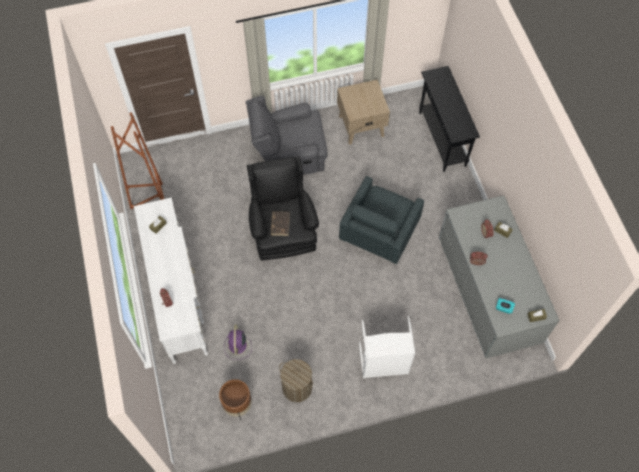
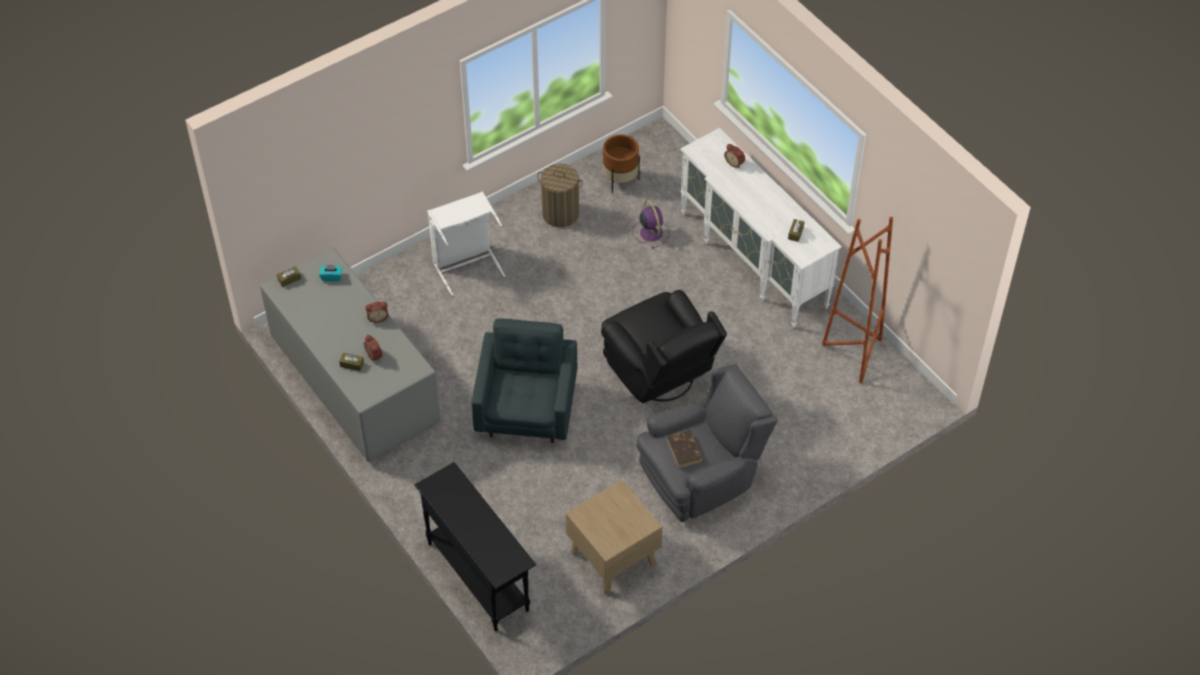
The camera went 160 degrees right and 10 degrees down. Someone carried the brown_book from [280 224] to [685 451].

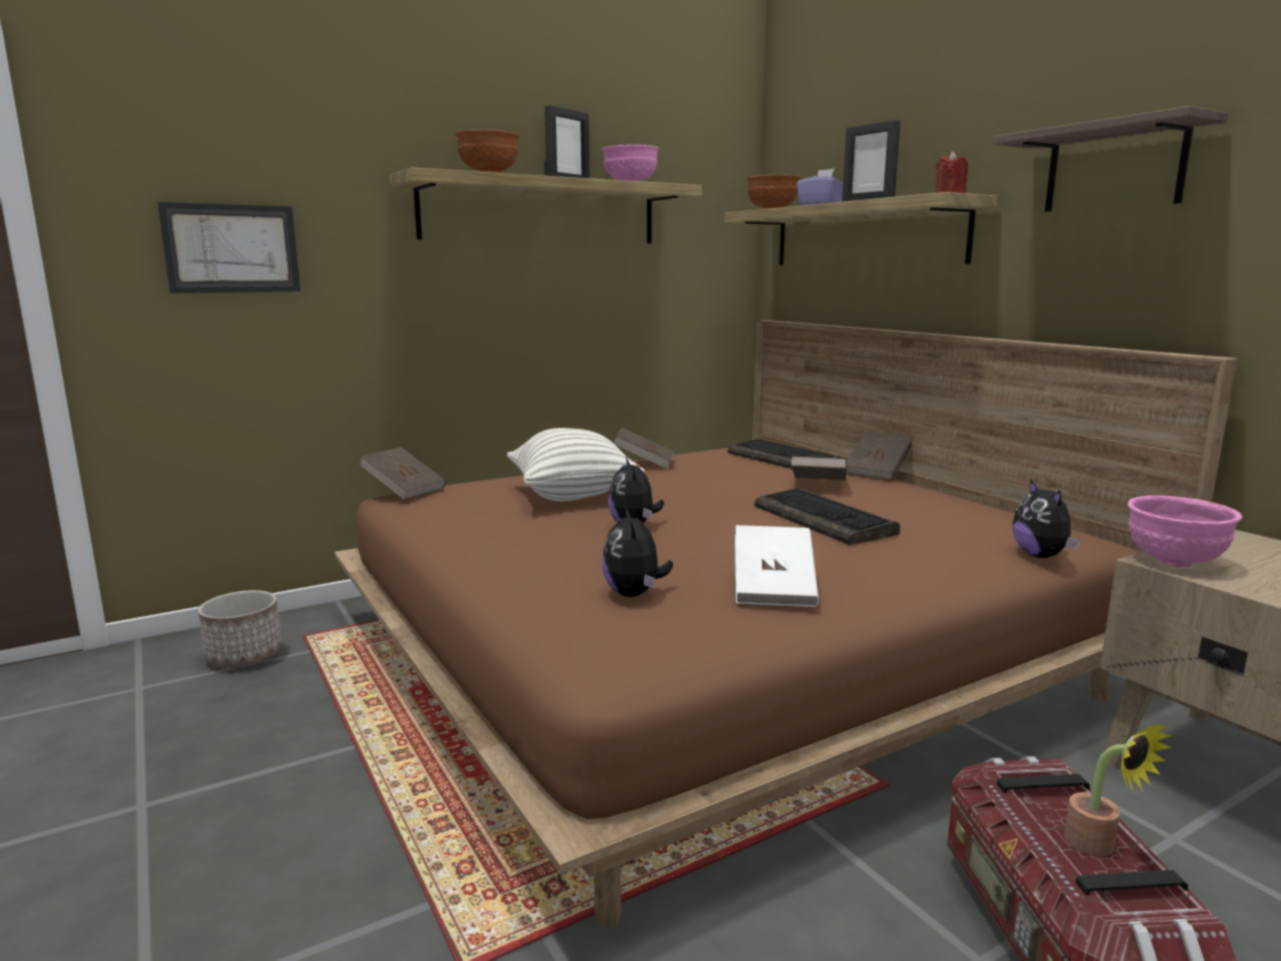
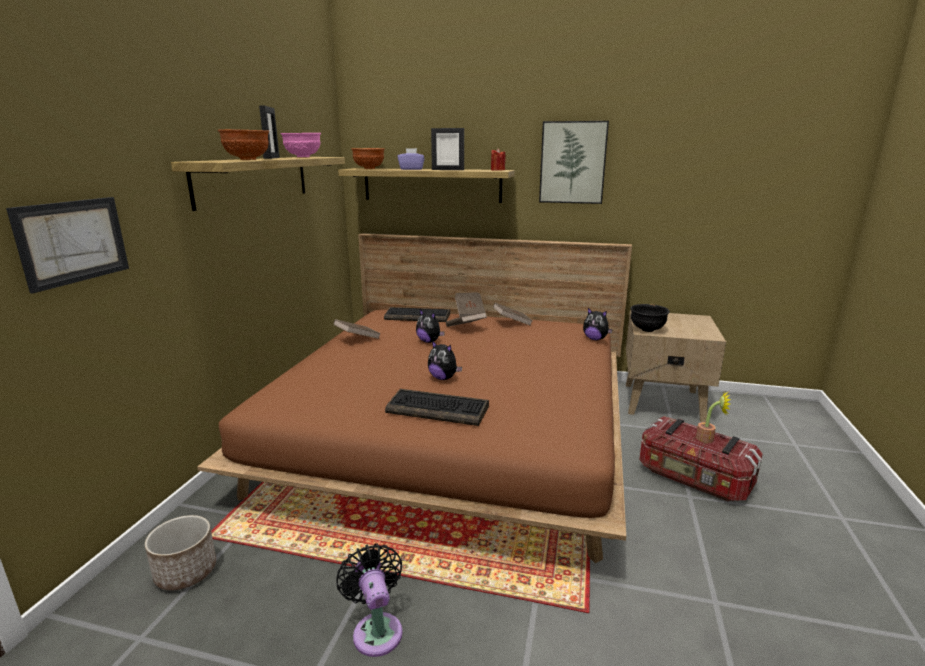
The camera went 45 degrees left and 5 degrees up. Someone carried the brown_book from [404 490] to [512 323]. Someone took away the pillow at [573 495]. Someone carried the plush_toy from [634 594] to [429 341]. Someone took away the white_book at [773 589]. Someone carried the keyboard from [825 520] to [439 409]. Someone swapped the shelf at [1114 168] for the picture at [572 162]. Someone repainted the pink_bowl at [1172 562], which became the black_bowl at [646 330]. Someone put down the black_fan at [376 629].

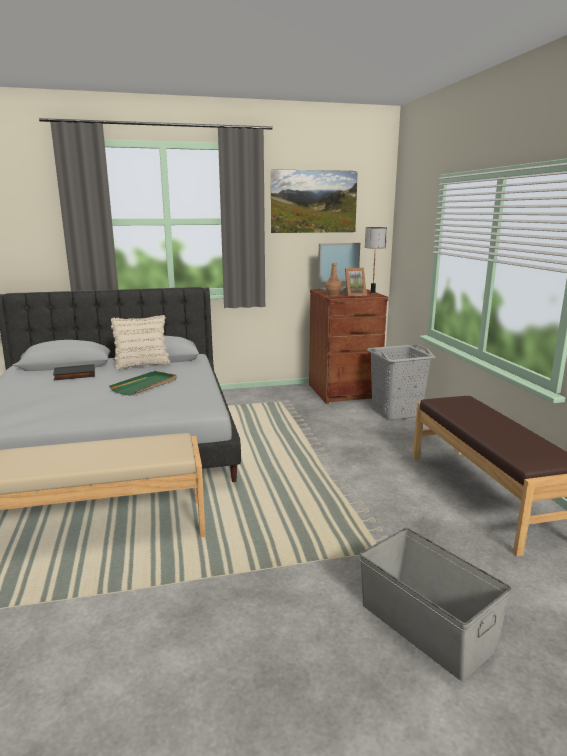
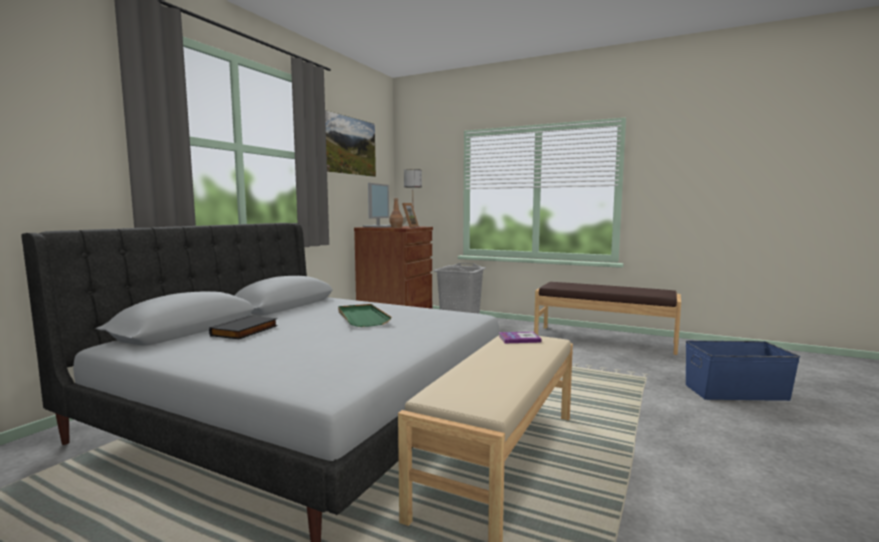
The camera went 50 degrees left and 10 degrees down. Someone took away the beige_pillow at [142 365]. Someone repainted the grey_storage_box at [426 625], which became the blue_storage_box at [735 392]. Someone put down the book at [519 339].

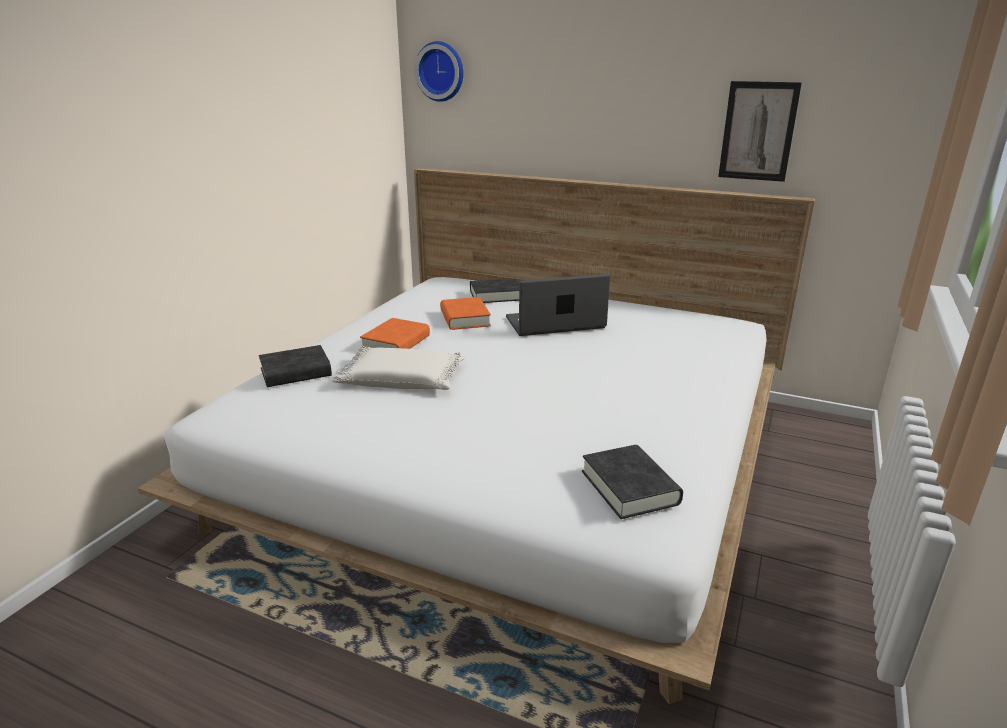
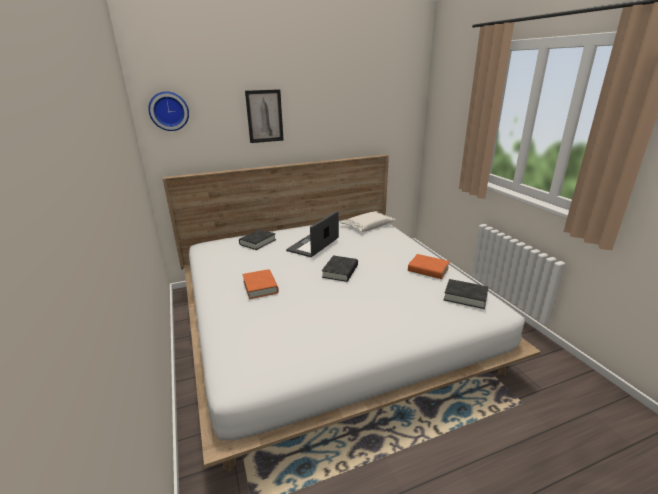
The camera went 45 degrees left and 0 degrees up. Someone carried the black_book from [296 372] to [340 271]. Someone carried the white_pillow from [401 377] to [368 225]. Someone carried the orange_book from [465 318] to [428 269]. Someone carried the picture from [758 131] to [264 116].

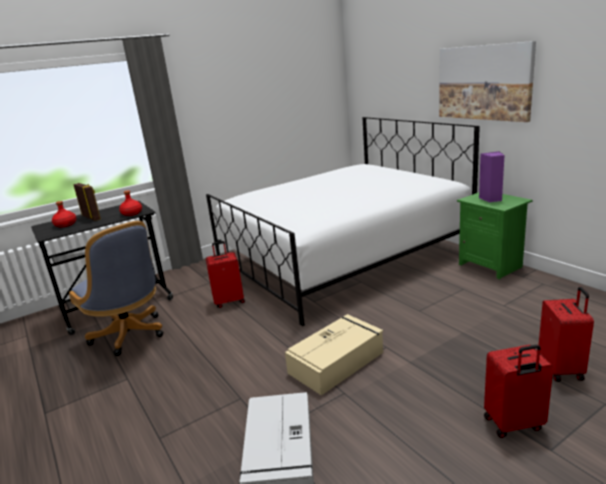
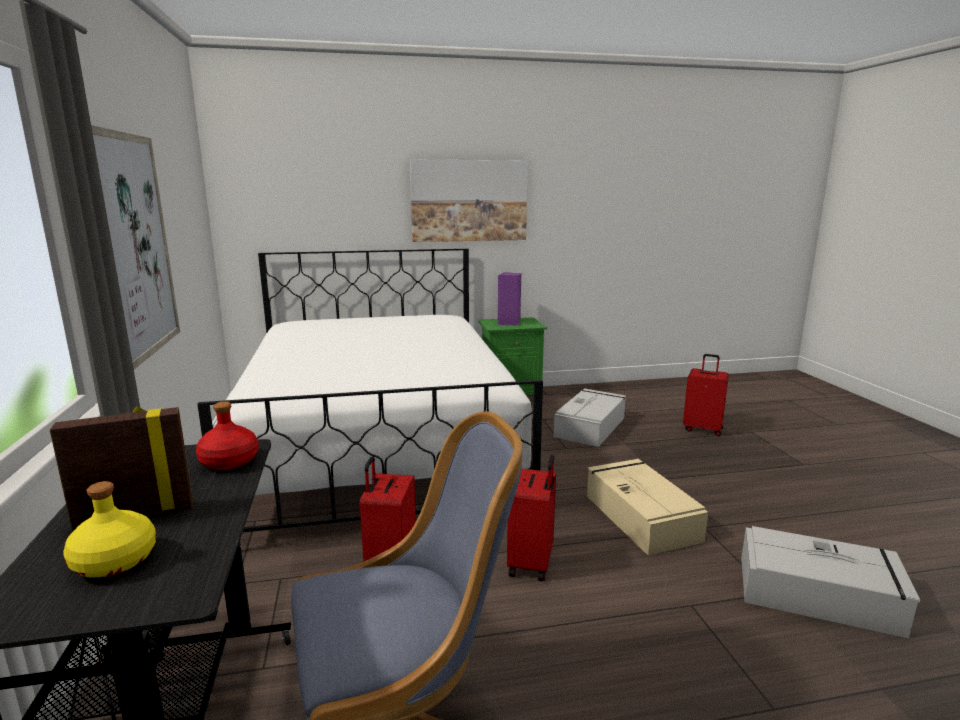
The camera went 70 degrees left and 5 degrees down. Someone repainted the red_bottle at [65 224], which became the yellow_bottle at [113 561]. Someone carried the red_suitcase from [514 424] to [532 563]. Someone put up the picture at [134 246]. Someone put down the grey_storage_box at [590 426].

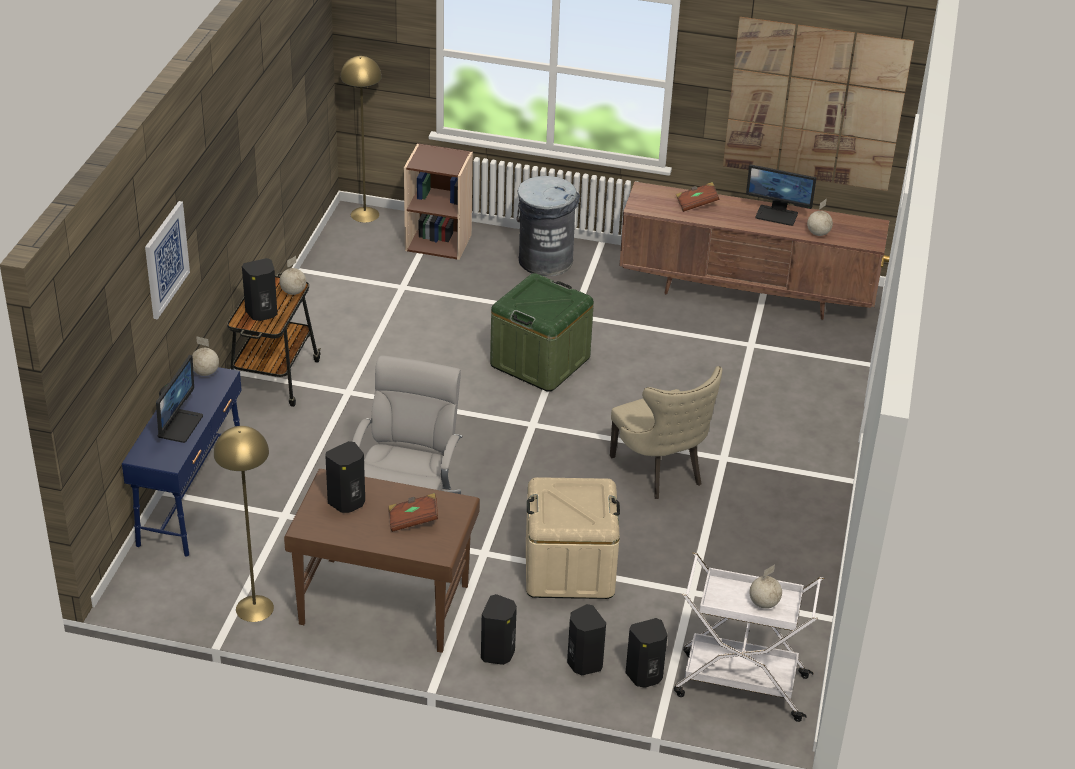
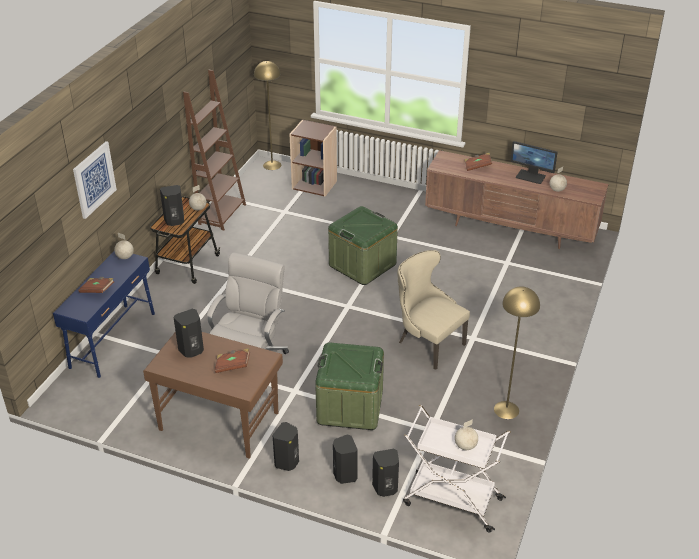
The camera went 10 degrees right and 0 degrees up. Someone swapped the monitor at [179 425] for the brown_book at [97 290]. Someone carried the yellow_floor_lamp from [254 608] to [506 410]. Someone took away the grey_trash_can at [545 260]. Someone repainted the beige_storage_box at [569 569], which became the green_storage_box at [350 407]. Someone rotated the beige_chair at [661 471] by 150 degrees clockwise. Someone took away the picture at [815 104]. Someone put down the brown_bookcase at [222 214].

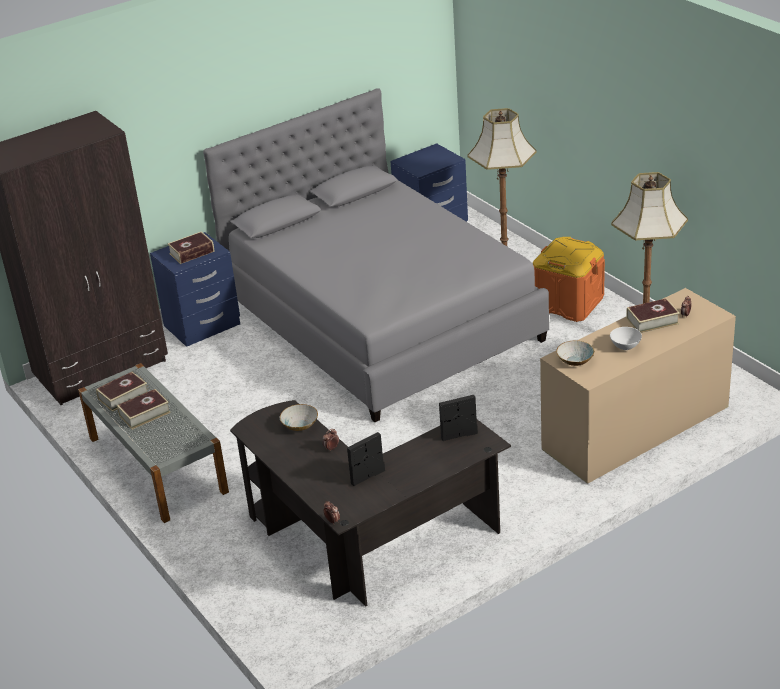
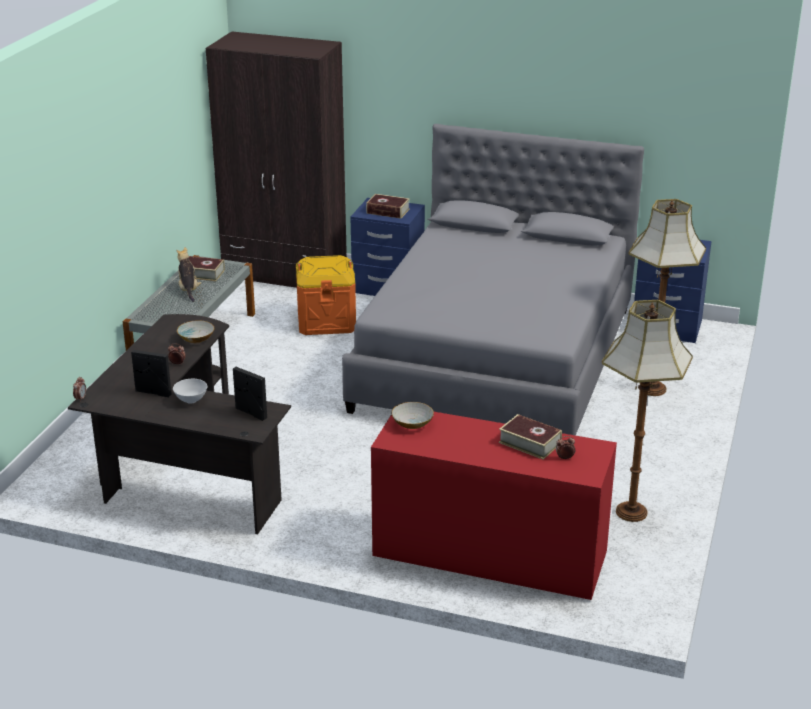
The camera went 50 degrees right and 5 degrees down. Someone swapped the book at [144 414] for the plush_toy at [188 290]. Someone carried the orange_storage_box from [568 303] to [326 321]. Someone repainted the beige_dresser at [634 430], which became the red_dresser at [488 554]. Someone carried the white_bowl from [625 347] to [191 400].

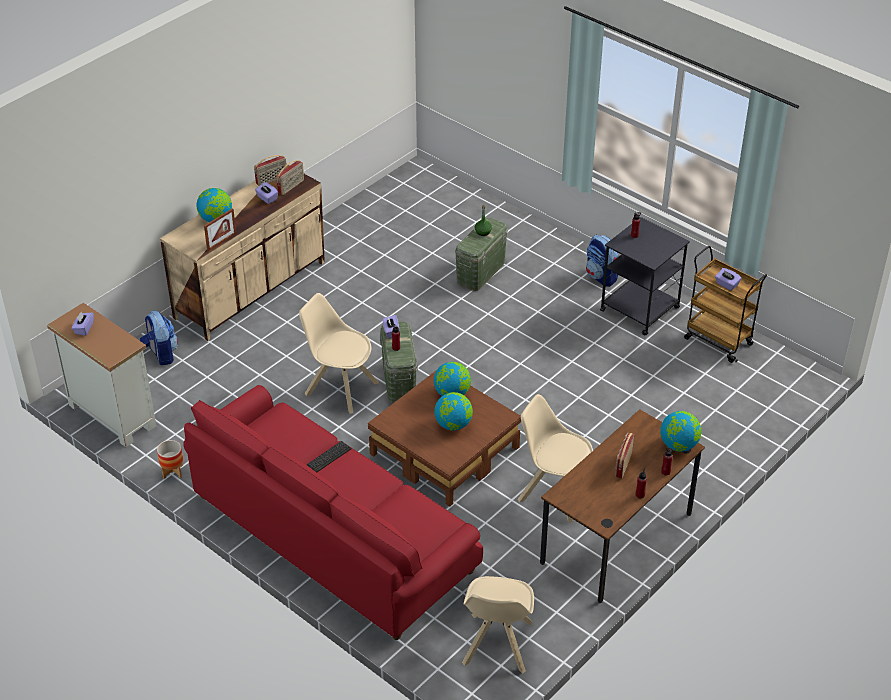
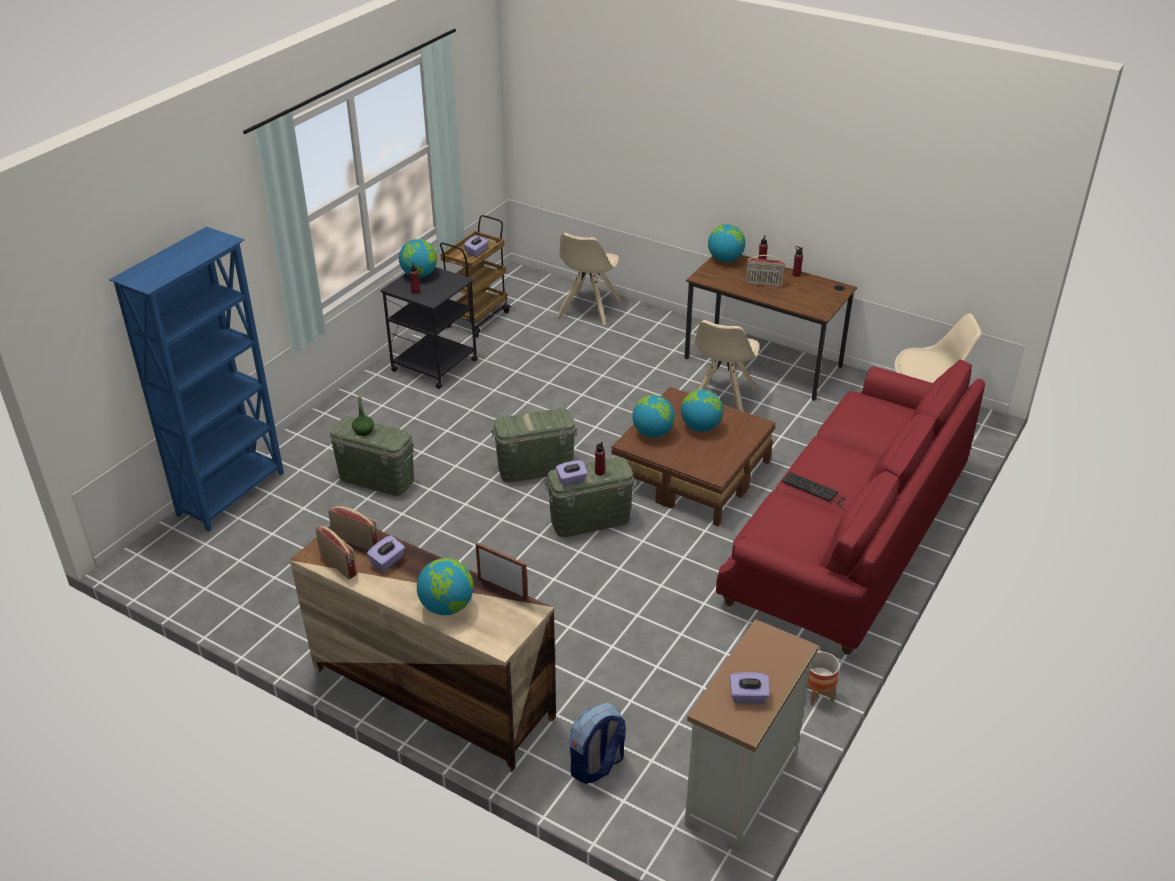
The camera went 100 degrees left and 5 degrees down. Someone carried the beige_chair from [340 387] to [588 309]. Someone took away the backpack at [601 277]. Someone put down the blue_bookcase at [233 494]. Someone put down the globe at [419 275]. Someone put down the green_storage_box at [535 468].

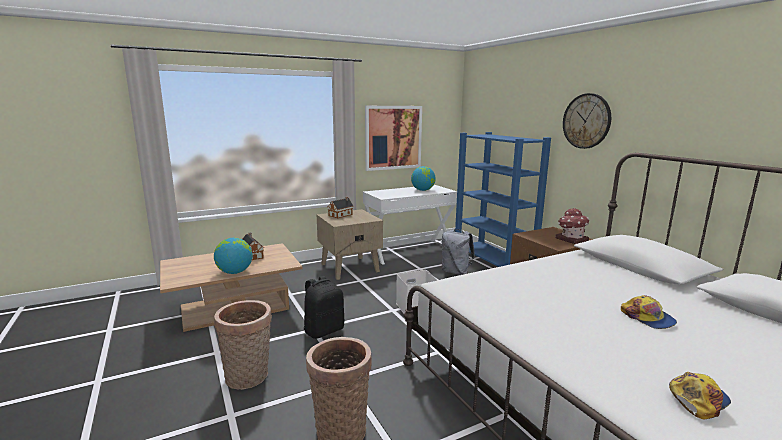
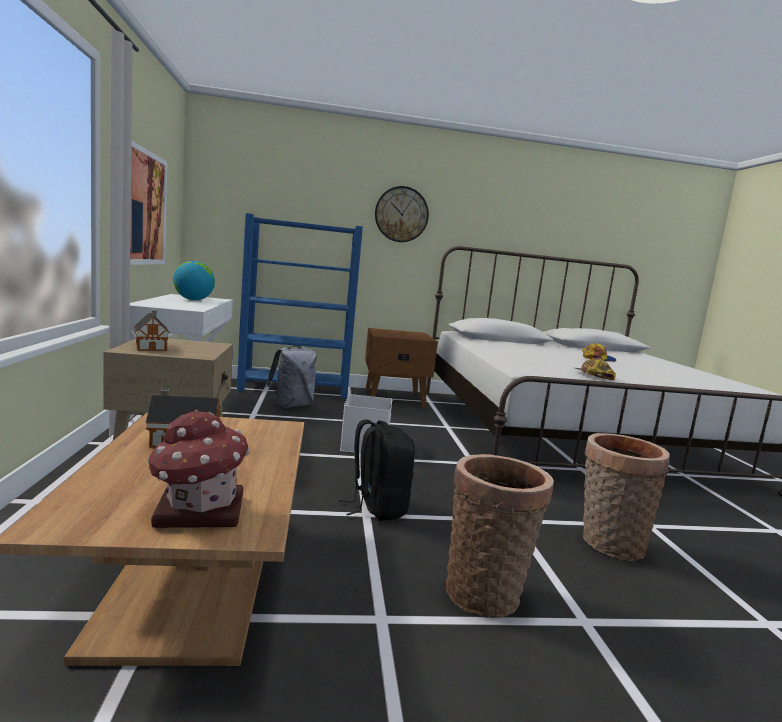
The camera went 70 degrees left and 5 degrees down. Someone took away the globe at [235 272]. Someone carried the toy_house from [571 239] to [198 511]. Someone carried the cap from [697 399] to [592 376].

